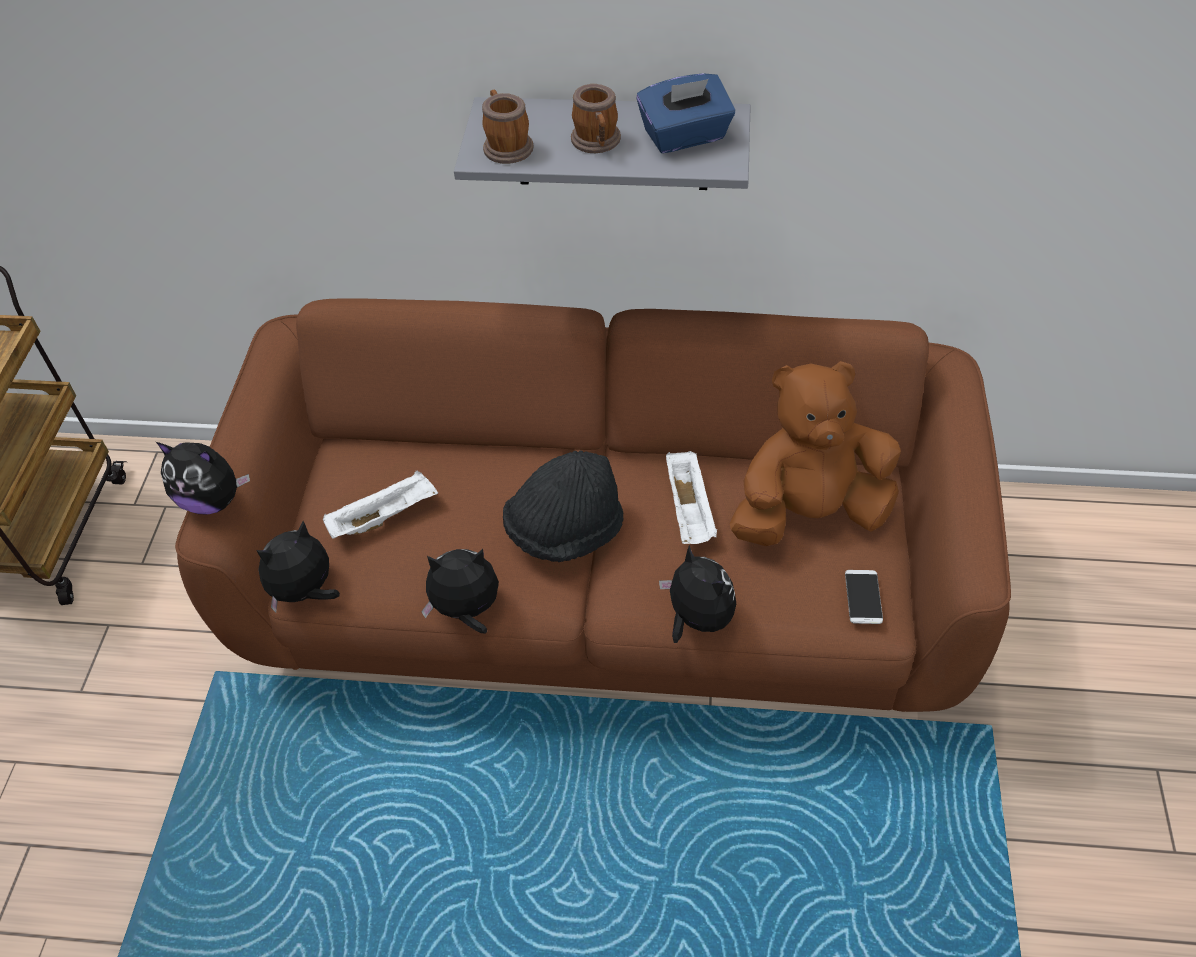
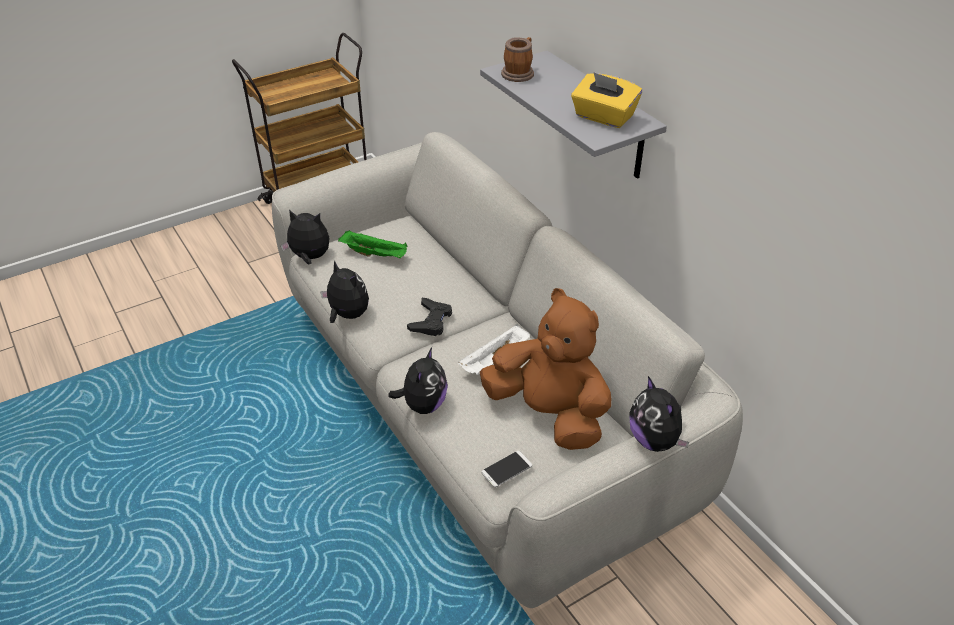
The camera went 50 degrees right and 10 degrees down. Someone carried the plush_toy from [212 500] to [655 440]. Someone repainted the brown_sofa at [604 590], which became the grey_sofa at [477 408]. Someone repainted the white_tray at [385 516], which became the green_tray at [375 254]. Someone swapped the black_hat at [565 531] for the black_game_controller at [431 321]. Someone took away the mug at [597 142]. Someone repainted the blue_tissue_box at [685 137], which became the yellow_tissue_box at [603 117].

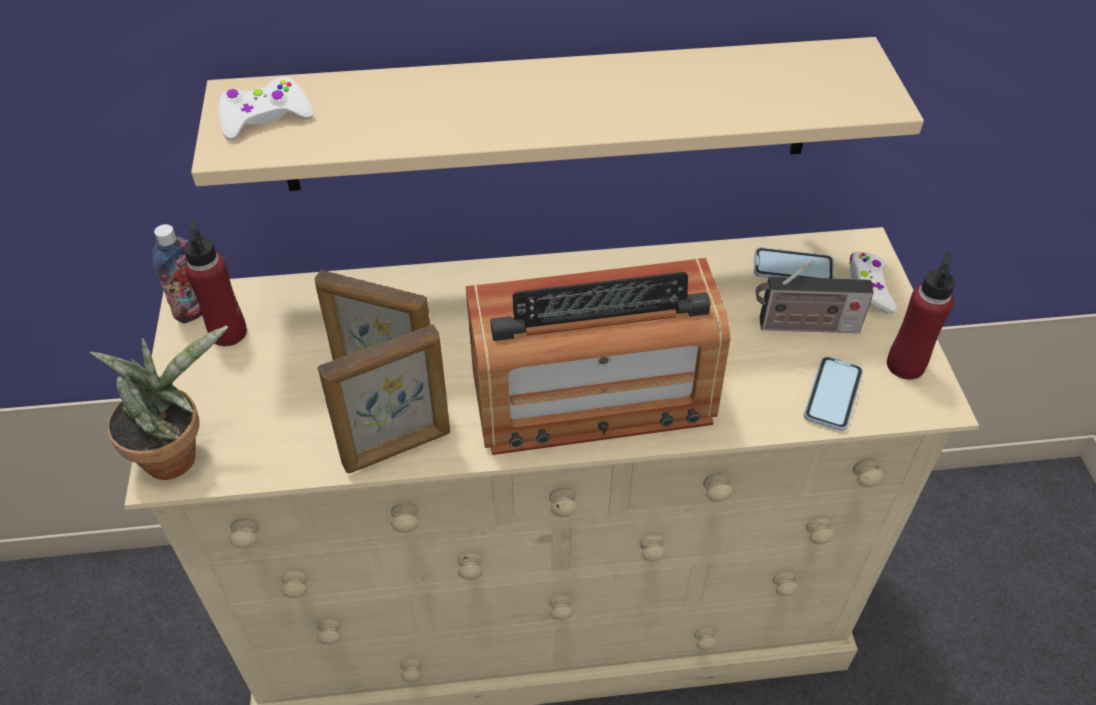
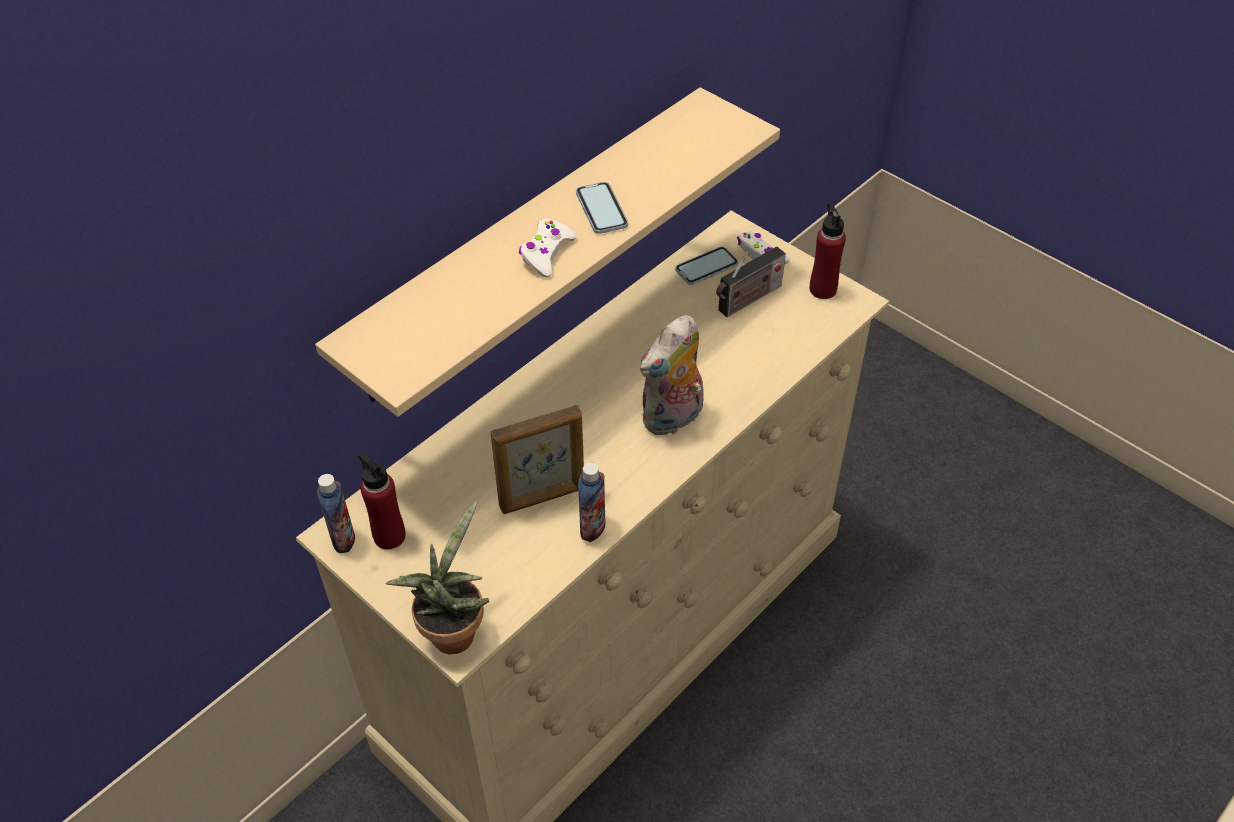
The camera went 40 degrees left and 0 degrees up. Someone carried the white_game_controller from [265 118] to [546 253]. Someone swapped the picture_frame at [398 448] for the bottle at [592 527]. Someone swapped the radio at [592 396] for the plush_toy at [673 419]. Someone carried the phone from [832 395] to [601 210].

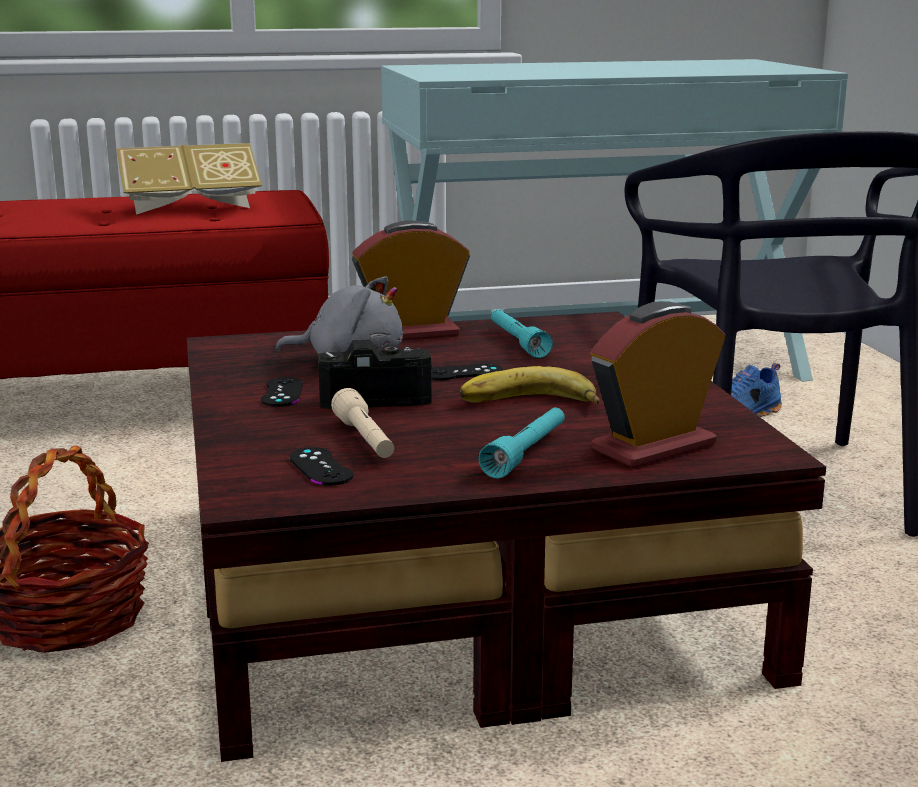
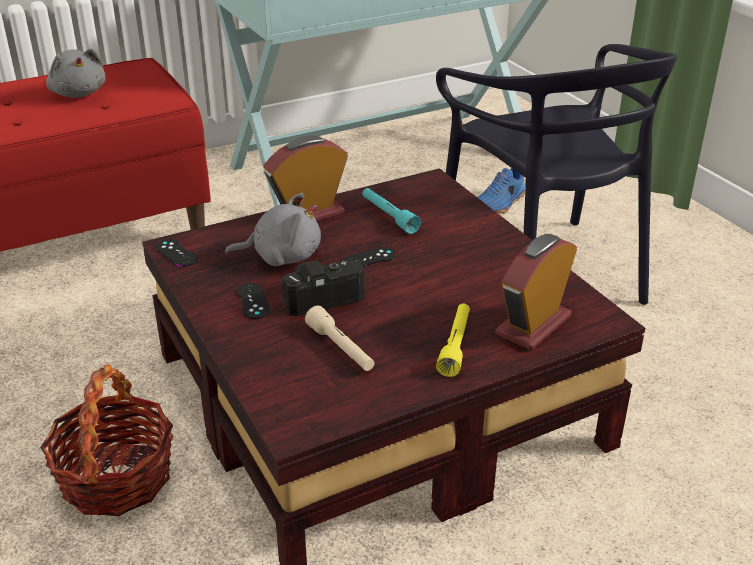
The camera went 15 degrees left and 15 degrees up. Someone swapped the book at [191 207] for the grey_plush_toy at [78 93]. Someone carried the black_game_controller from [320 467] to [176 253]. Someone took away the banana at [530 404]. Someone repainted the turquoise_flashlight at [526 453], which became the yellow_flashlight at [455 346].

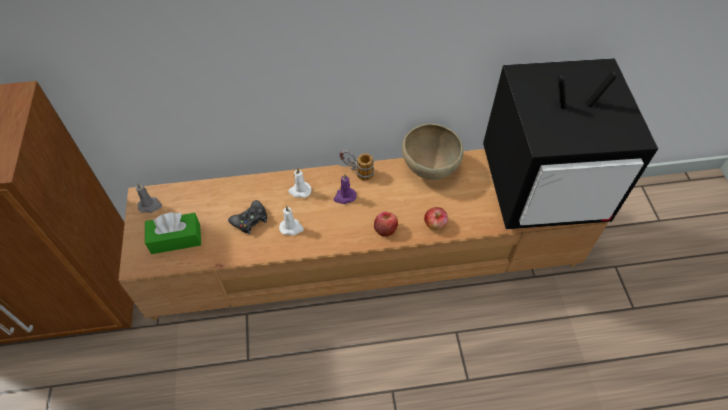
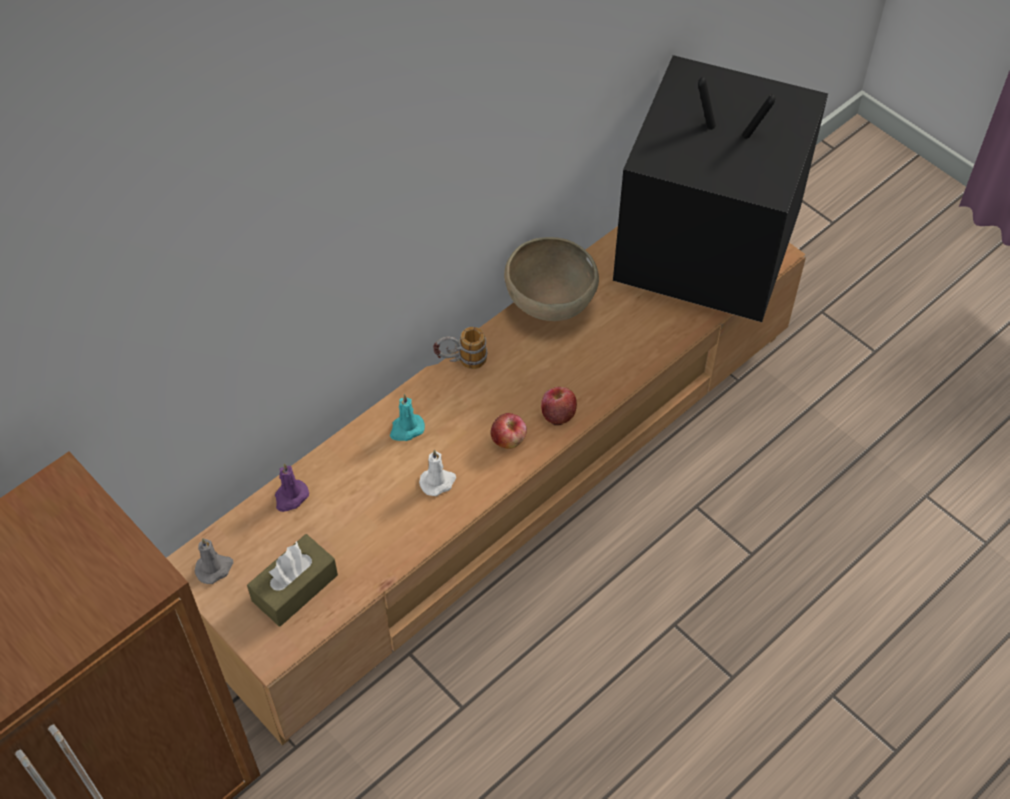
The camera went 35 degrees left and 0 degrees up. Someone repainted the green_tissue_box at [176 239], which became the brown_tissue_box at [295 588]. Someone took away the black_game_controller at [250 220]. Someone repainted the white_candle at [299 191], which became the turquoise_candle at [406 429]. Someone carried the purple_candle from [344 197] to [290 497]. Someone carried the apple from [435 224] to [508 439]. Someone rotated the television at [544 186] by 120 degrees counterclockwise.

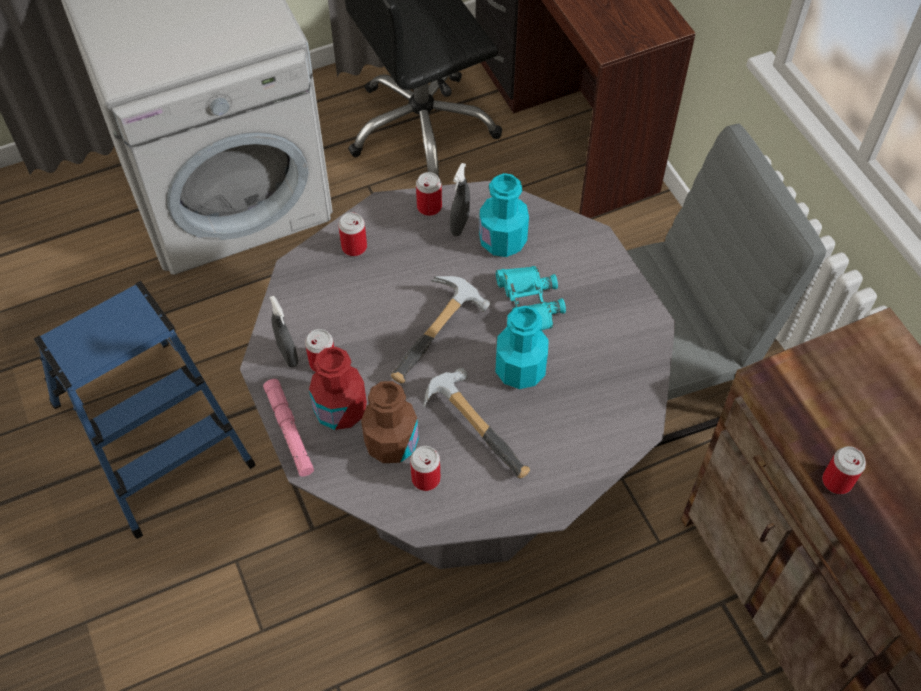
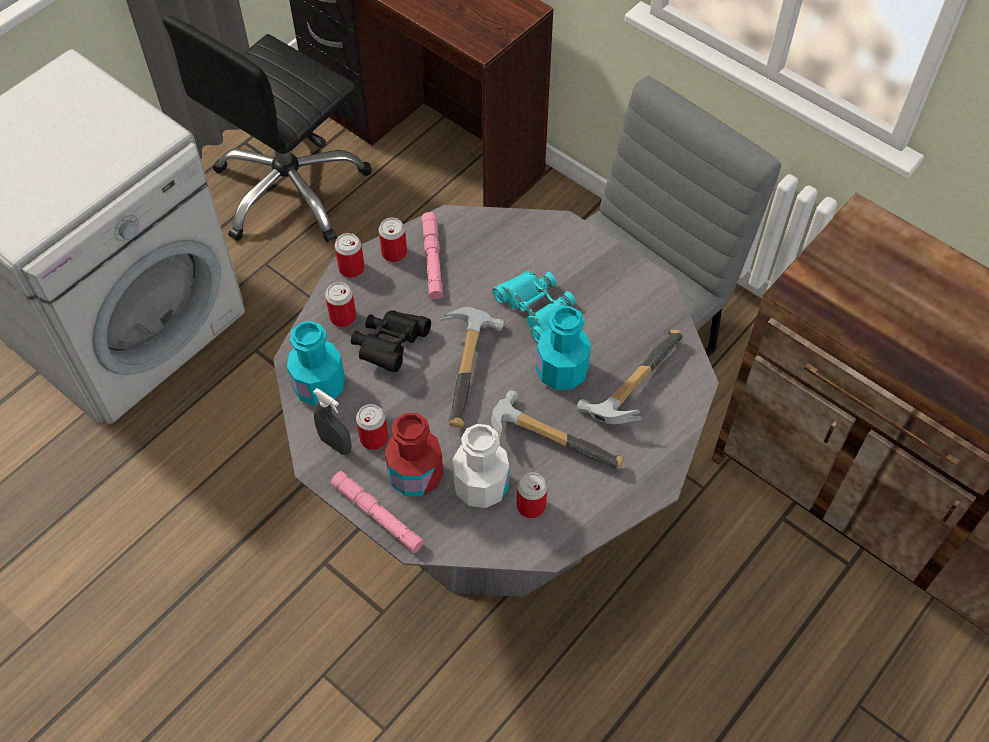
The camera went 25 degrees left and 0 degrees up. Someone took away the blue_step_ladder at [151 432]. Someone repainted the brown_bottle at [391 443], which became the white_bottle at [481 486]. Someone swapped the grey_spray_bottle at [459 225] for the pink_flashlight at [432 259]. Someone carried the turquoise_bottle from [502 240] to [319 386]. Someone carried the can from [837 481] to [351 268]. Someone put down the black_binoculars at [390 346]. Someone put down the hammer at [630 384].

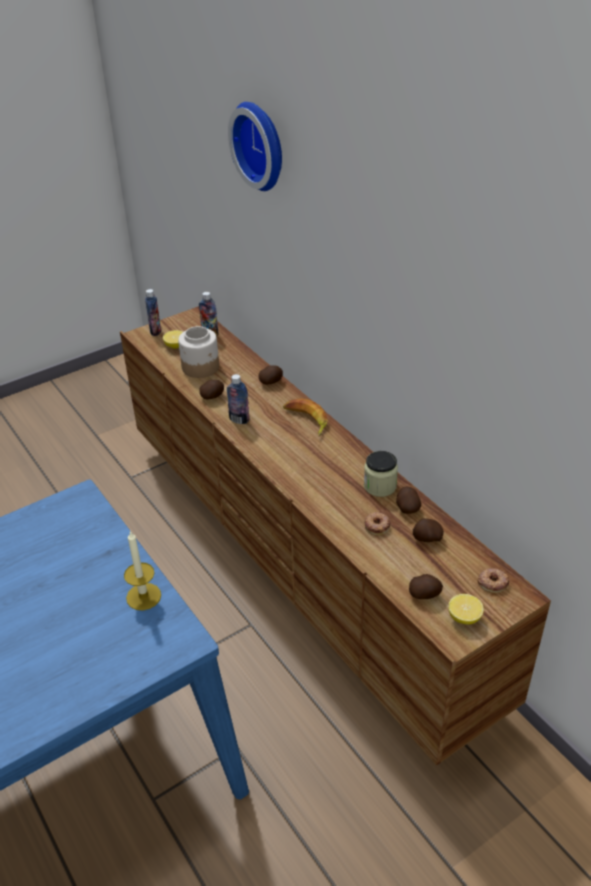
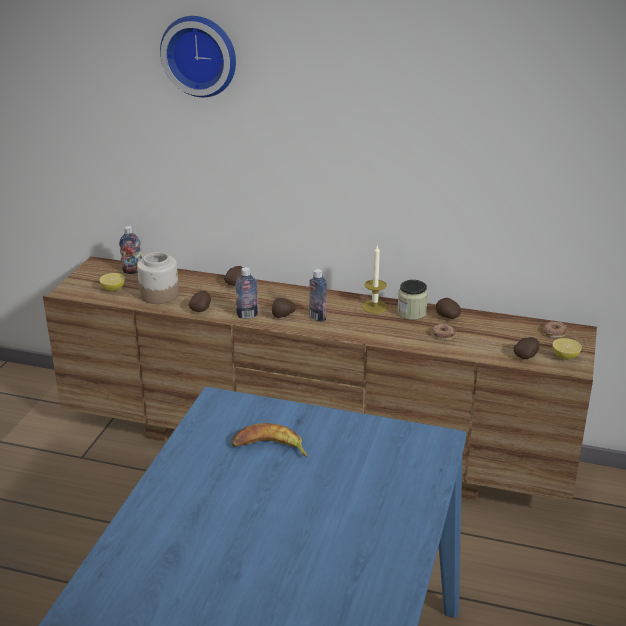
The camera went 40 degrees left and 10 degrees down. Someone carried the candle from [143 596] to [374 307]. Someone carried the bottle from [155 331] to [317 317]. Someone carried the banana from [306 420] to [270 448]. Someone carried the potato from [427 538] to [282 315].

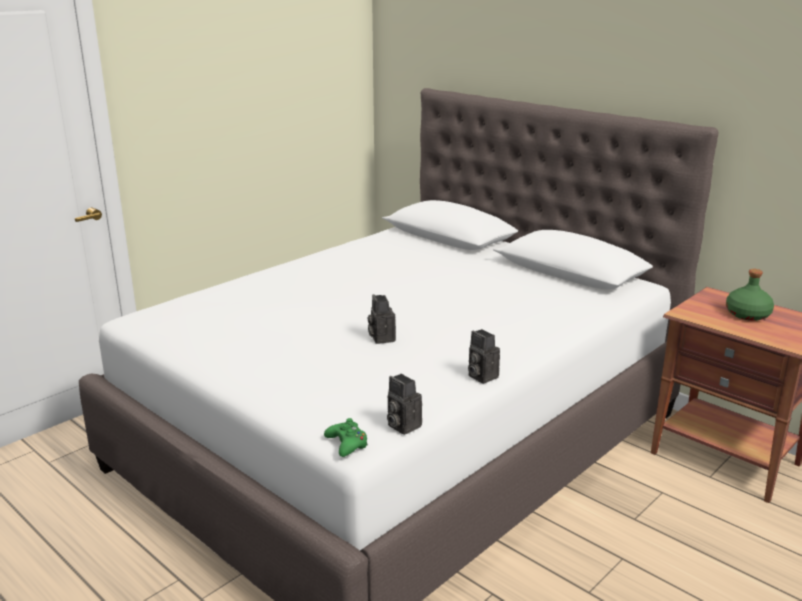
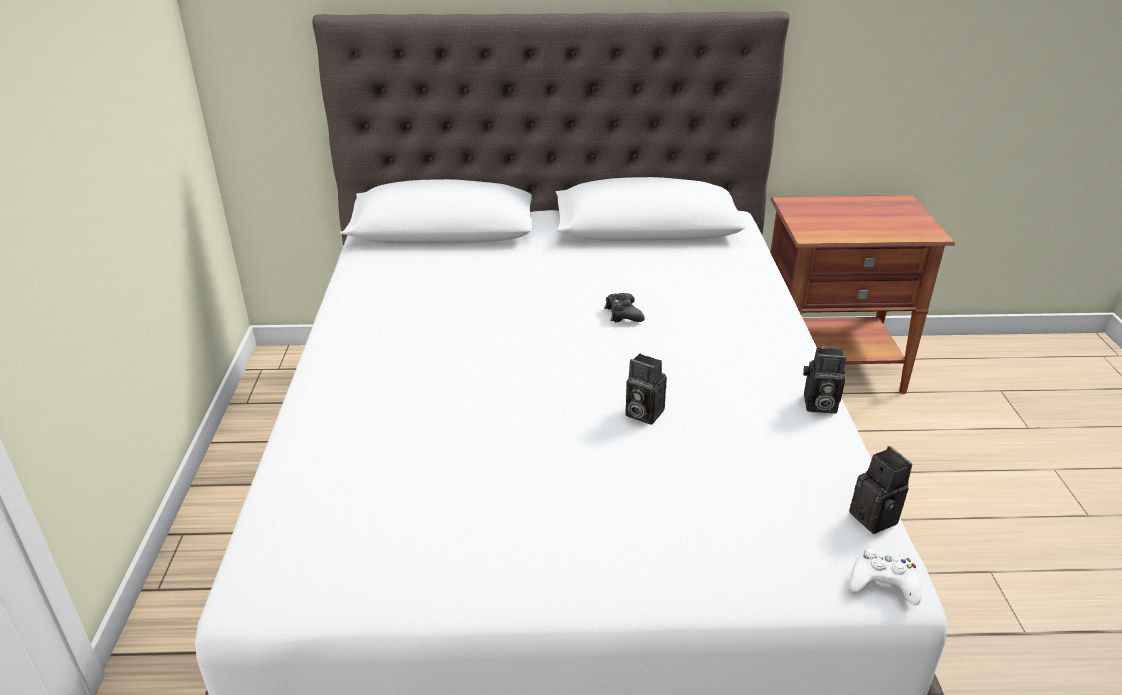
The camera went 45 degrees left and 10 degrees up. Someone repainted the green_game_controller at [347 444], which became the white_game_controller at [883 583]. Someone rotated the photo_camera at [402 425] by 120 degrees counterclockwise. Someone took away the green_bottle at [747 314]. Someone put down the black_game_controller at [623 314].

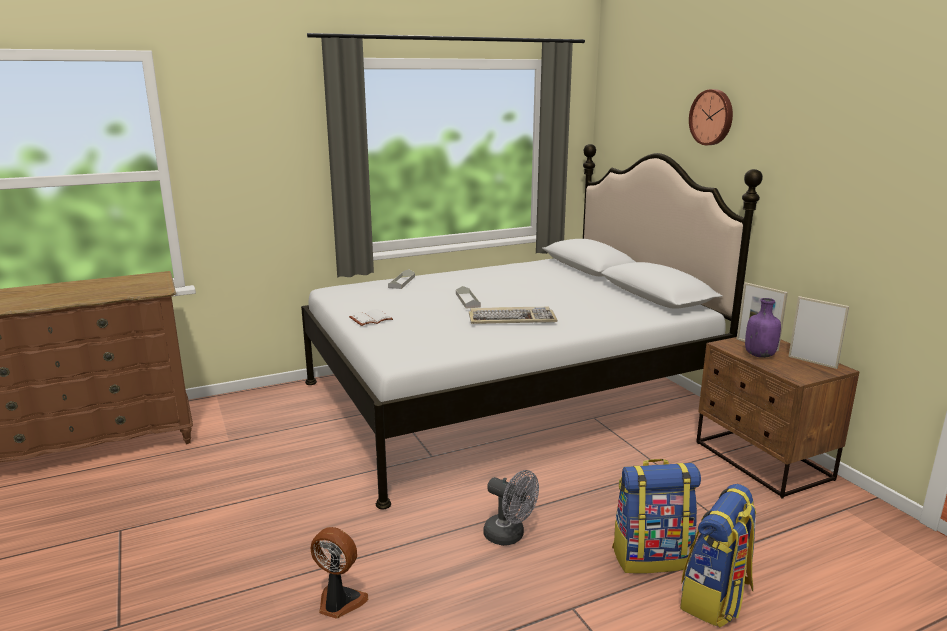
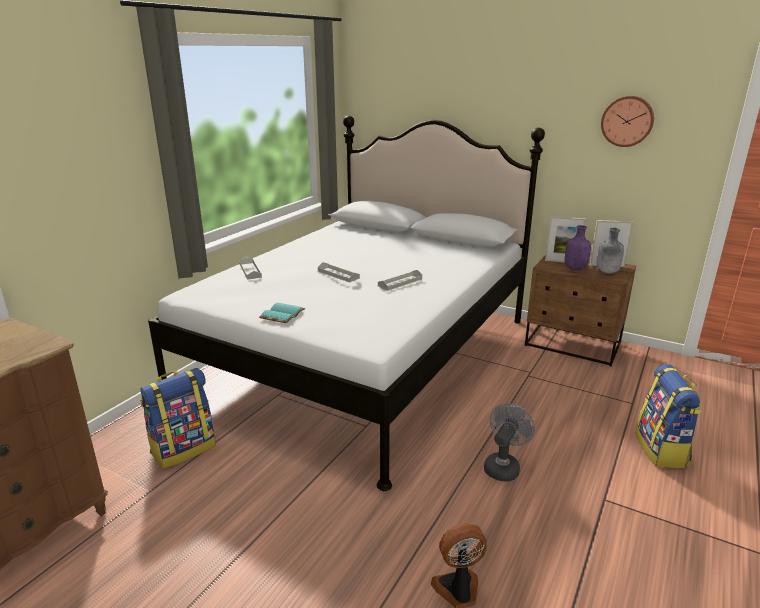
The camera went 35 degrees left and 5 degrees up. Someone repainted the white_book at [371 319], which became the turquoise_book at [282 314]. Someone swapped the keyboard at [512 319] for the grey_tray at [400 282]. Someone rotated the grey_fan at [509 536] by 60 degrees counterclockwise. Someone carried the backpack from [651 557] to [184 448]. Someone carried the wall_clock from [712 117] to [627 121]. Someone put down the grey_bottle at [606 272].

